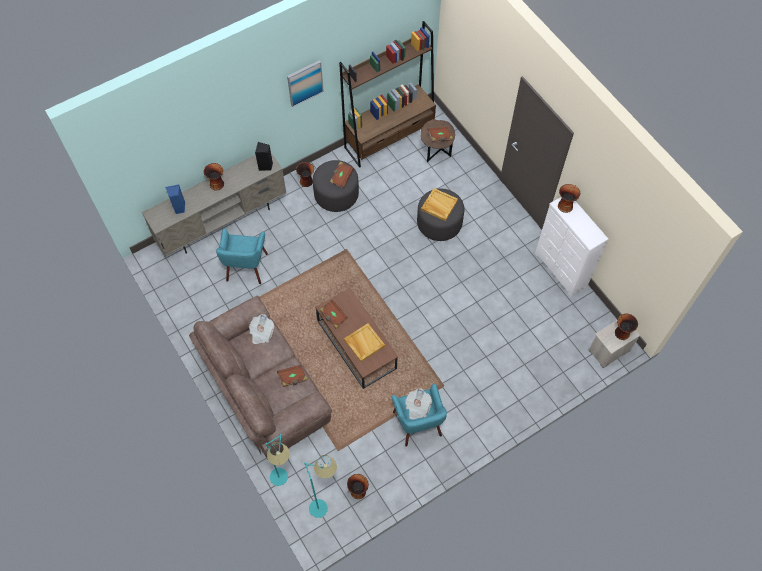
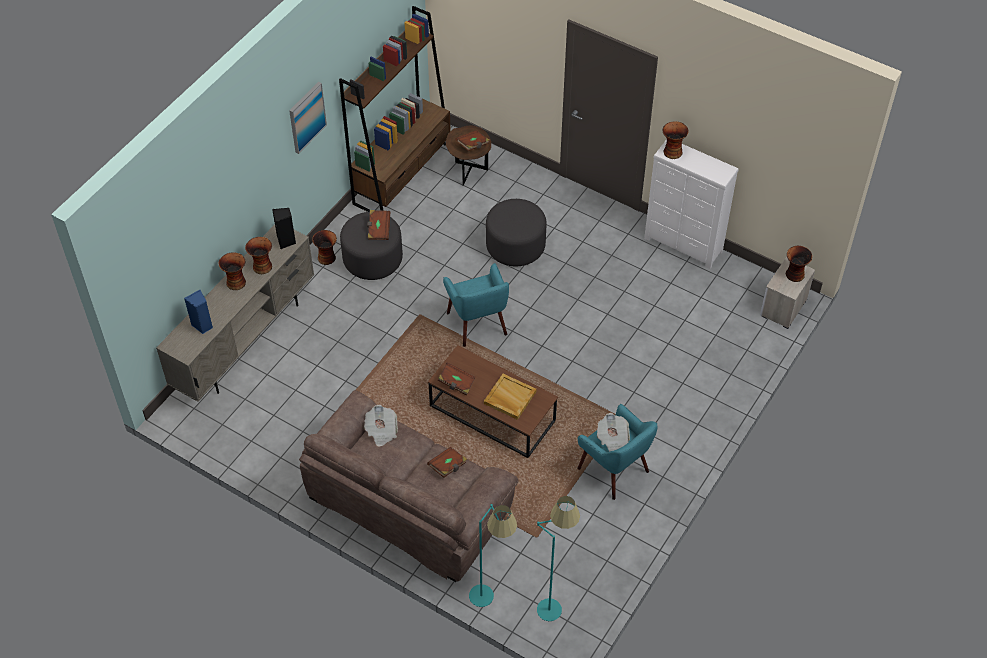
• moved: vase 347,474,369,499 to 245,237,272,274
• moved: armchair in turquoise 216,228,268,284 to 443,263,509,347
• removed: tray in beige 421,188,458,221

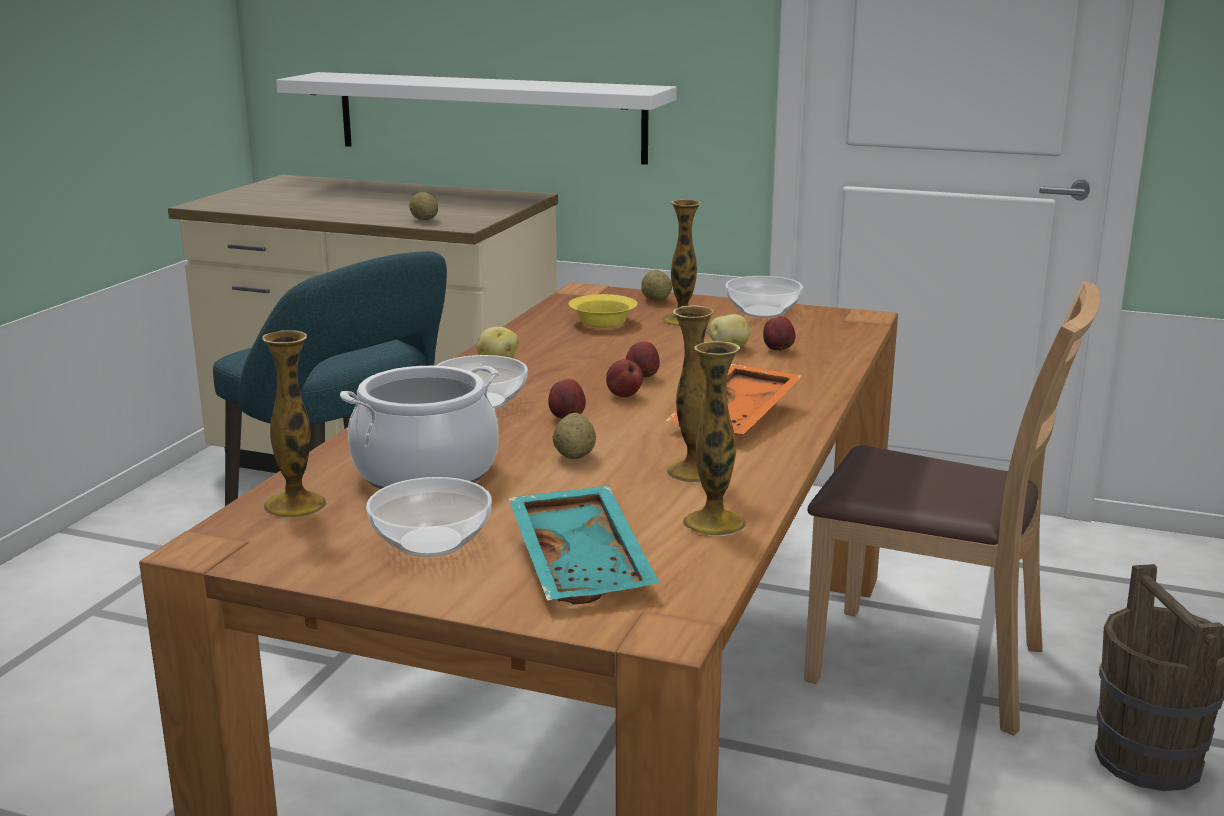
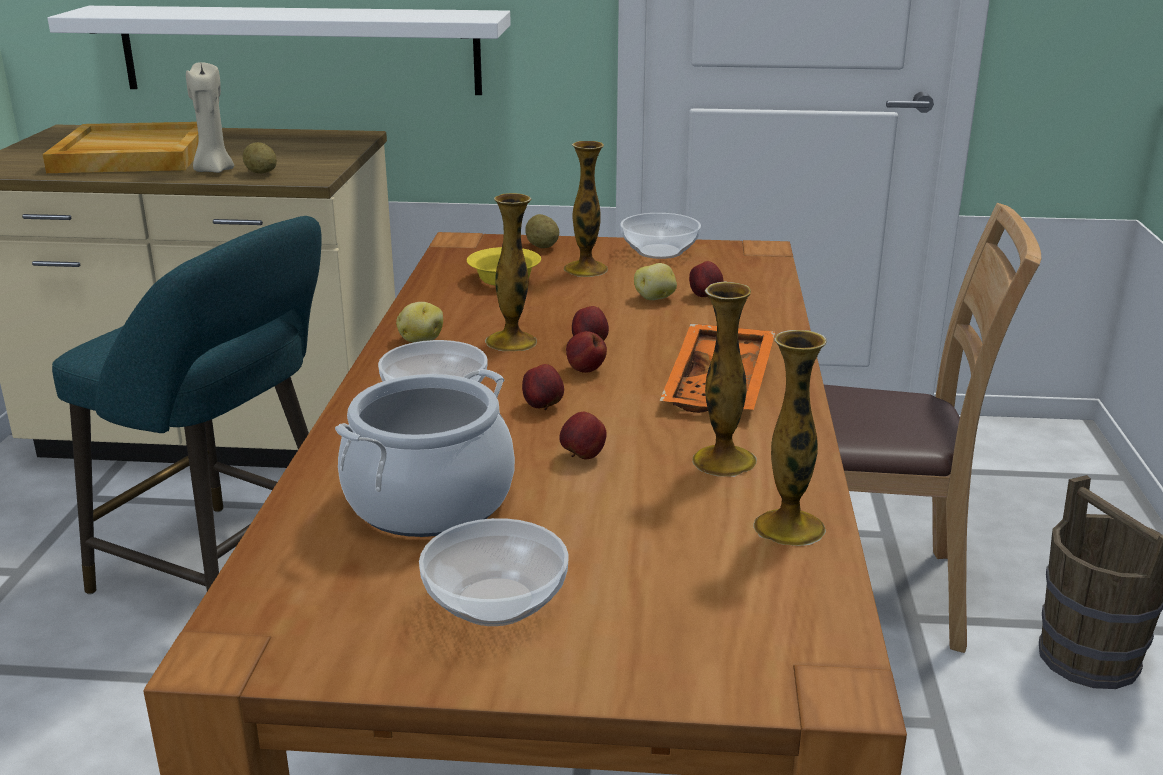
• added: tray in beige 42,122,199,173
• added: candle in beige 186,62,234,173
• moved: vase 262,330,327,518 to 485,193,537,351
• replaced: potato 553,413,596,459 to apple 559,412,606,459
• removed: tray in turquoise 509,486,660,605

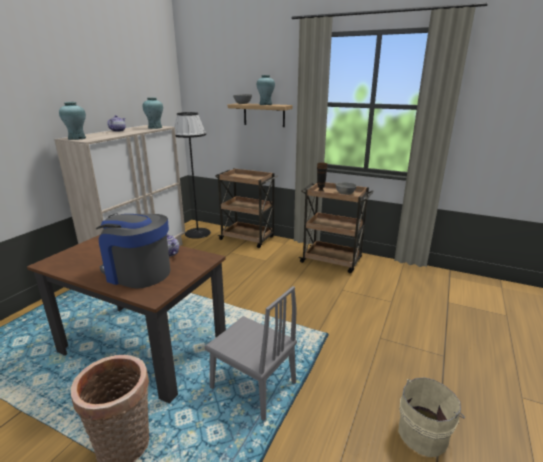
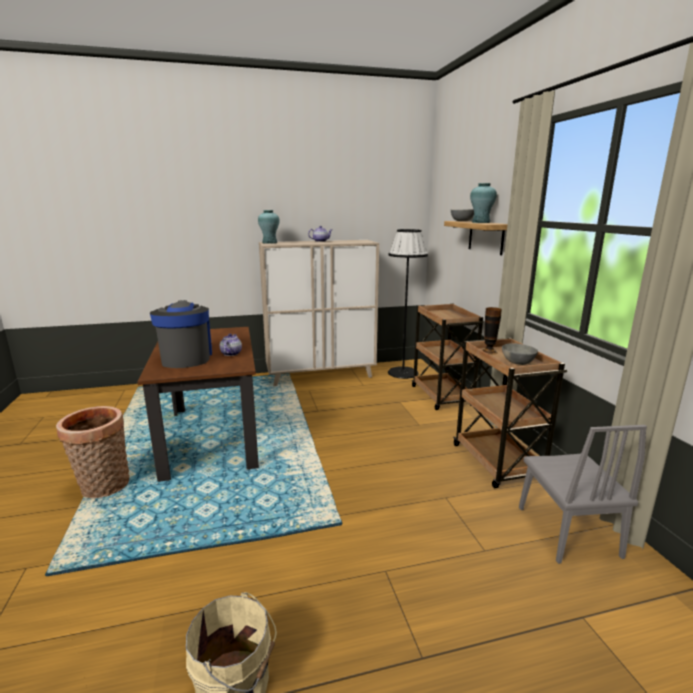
• moved: chair in grey 204,286,297,421 to 519,425,647,564
• removed: vase in turquoise 142,97,163,129

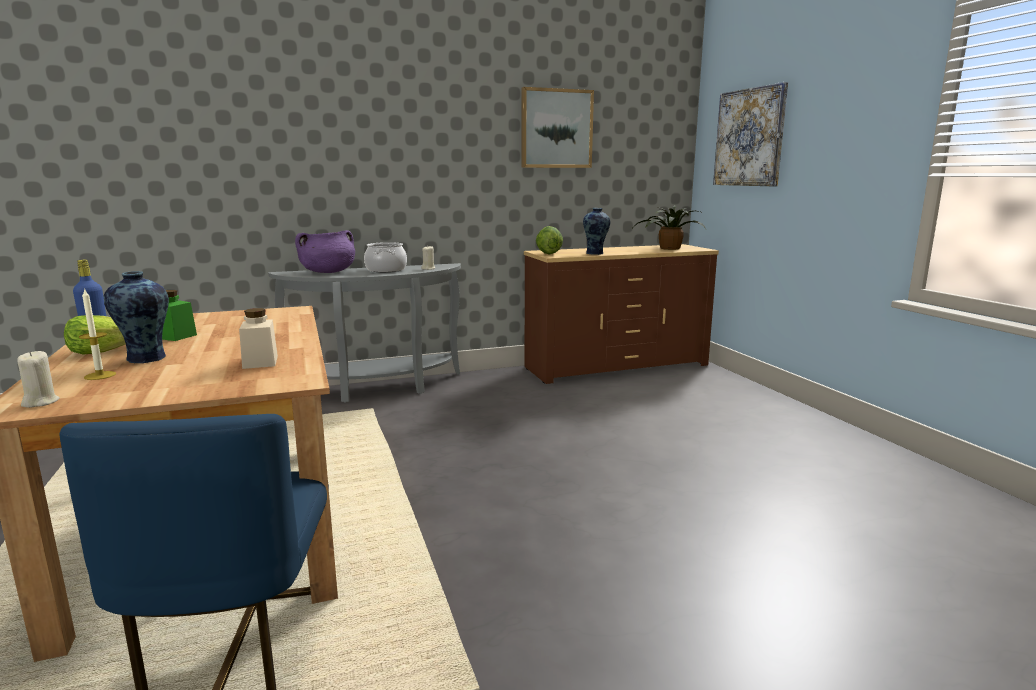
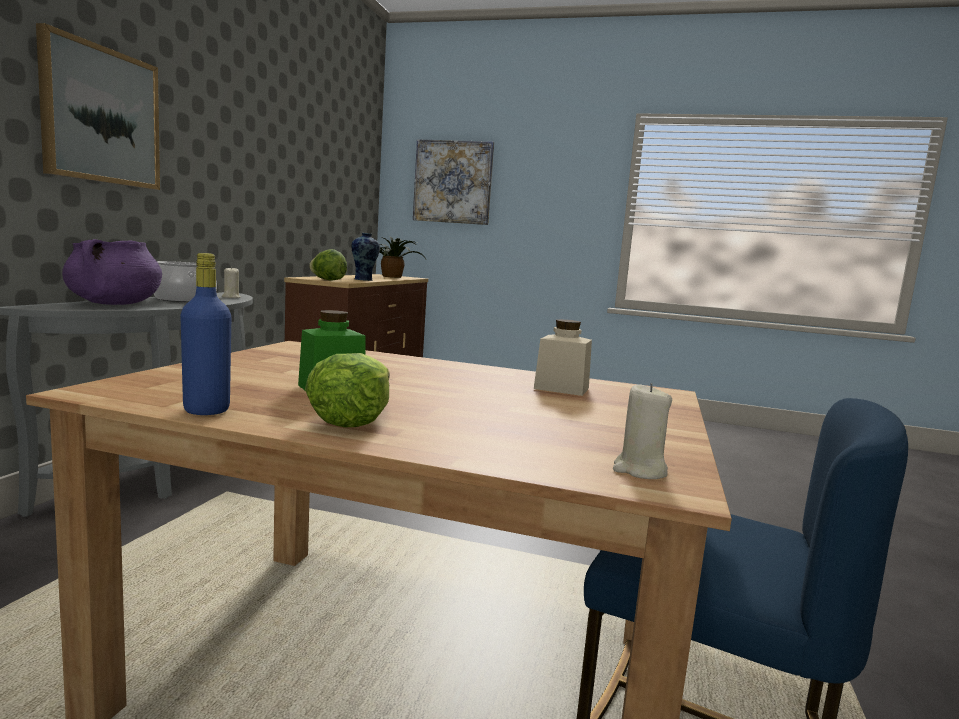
• moved: picture 521,87,594,168 to 36,23,160,190
• removed: candle 79,288,116,380
• removed: vase 104,271,169,364

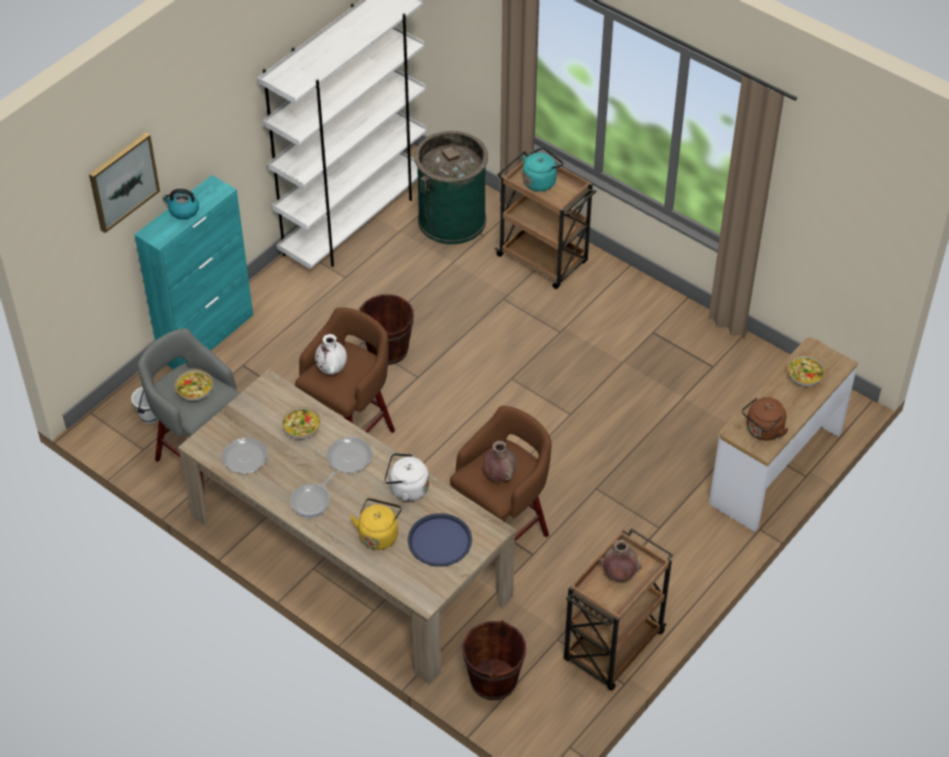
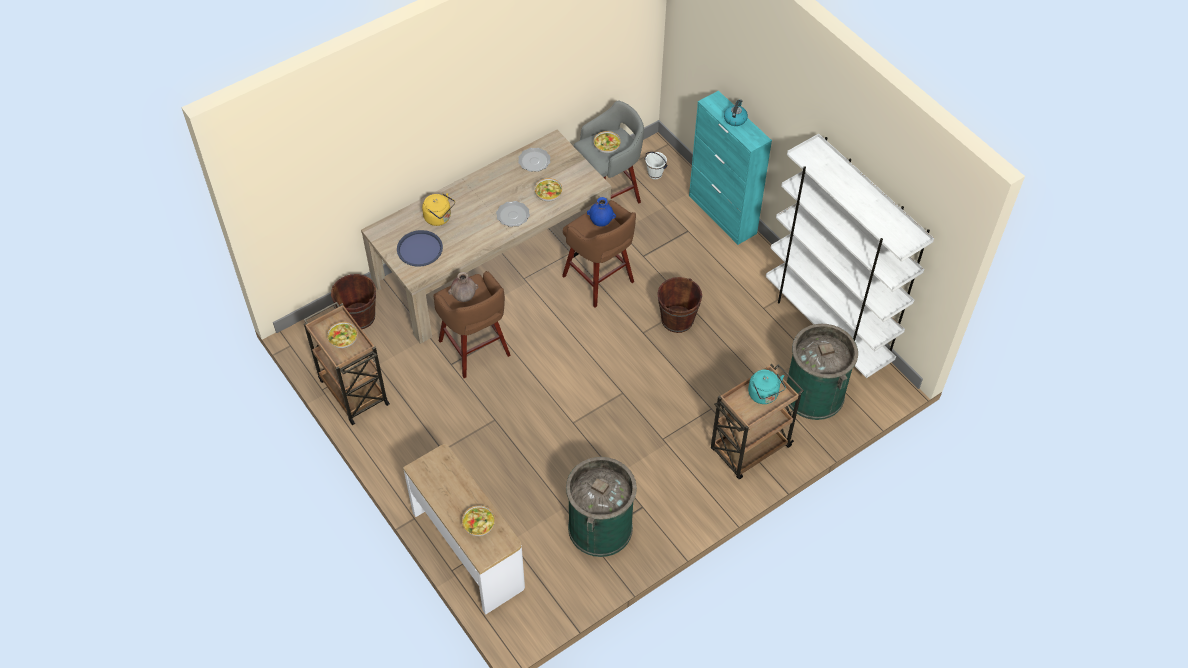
• replaced: vase in brown 599,540,642,582 to bowl 327,322,358,348
• added: trash can in green 566,457,637,557
• recoloured: vase in white 315,334,347,374 to vase in blue 587,197,616,227
• removed: picture 89,133,160,233
• removed: frying pan 290,472,335,517
• removed: kettle in white 384,453,429,501
• removed: kettle in brown 742,397,789,440

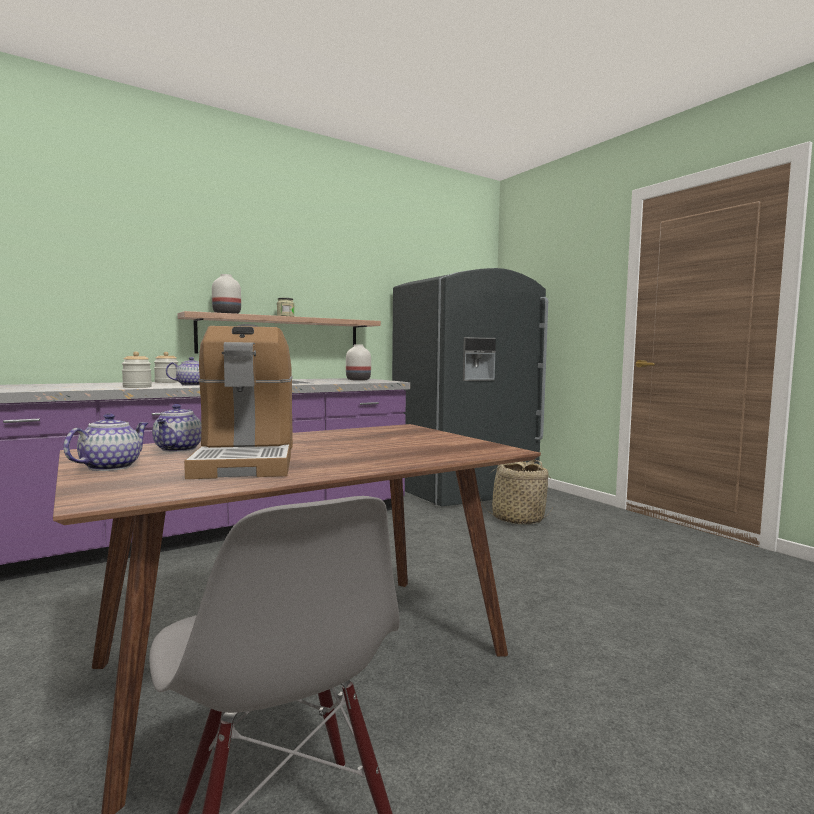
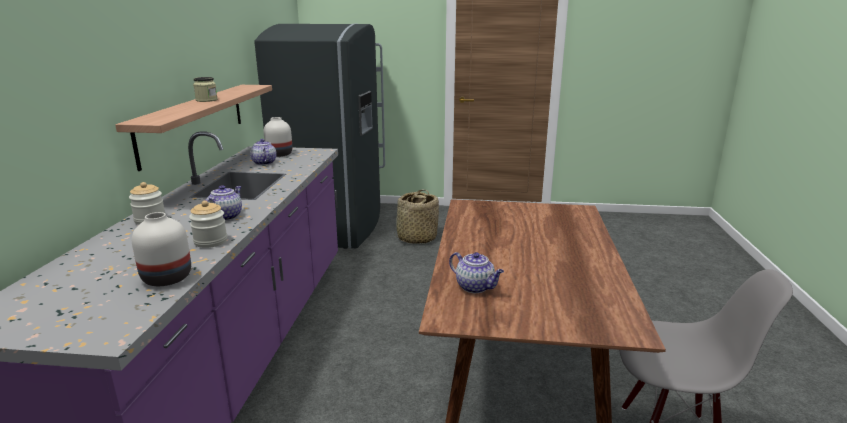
• moved: vase in white 212,274,241,314 to 132,212,191,286
• moved: teapot 63,413,148,471 to 250,139,277,165
• removed: coffee machine 184,324,293,479

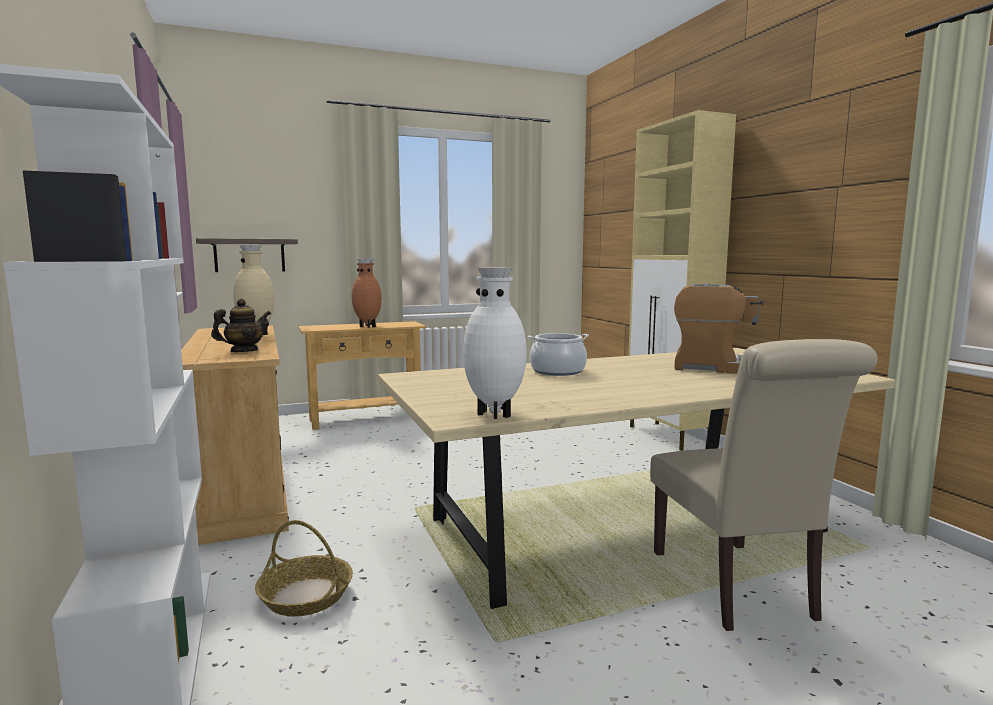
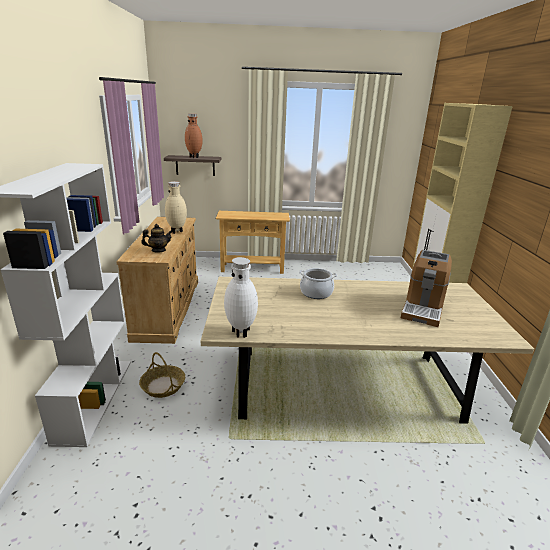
• moved: vase in brown 352,259,382,328 to 185,113,203,158
• turned: coffee machine 674,283,764,374 = 401,250,452,327 75 degrees clockwise
• removed: chair in beige 650,339,877,631

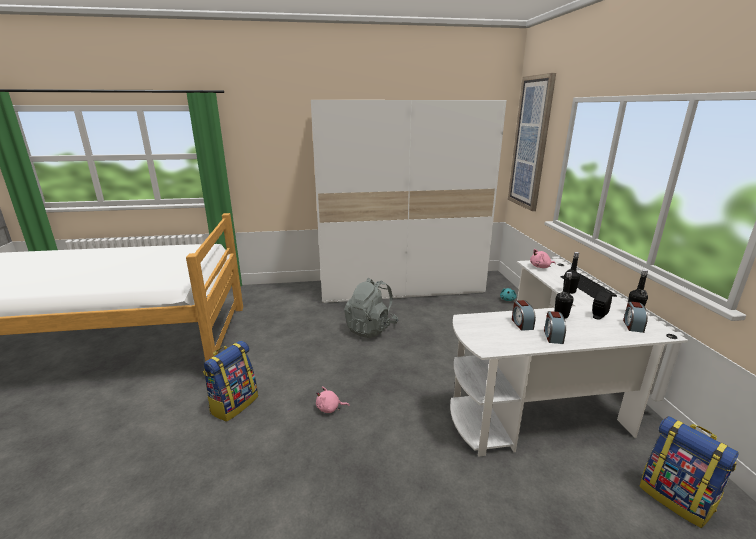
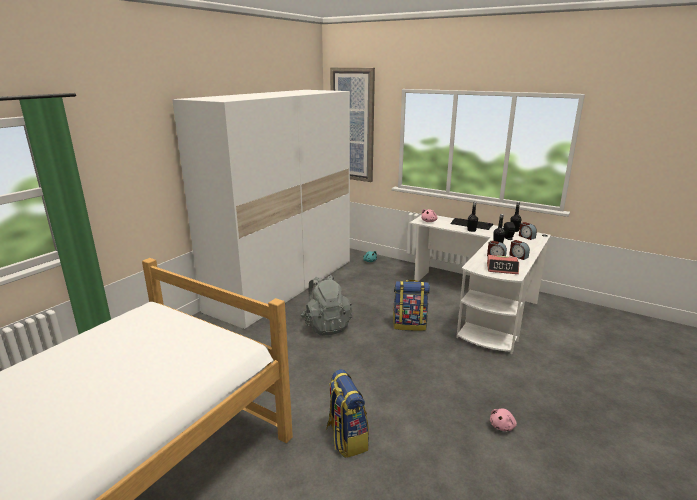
• moved: backpack 639,416,739,528 to 393,280,430,331
• added: alarm clock 487,255,519,274
• moved: plush toy in pink 316,386,350,413 to 490,409,517,431

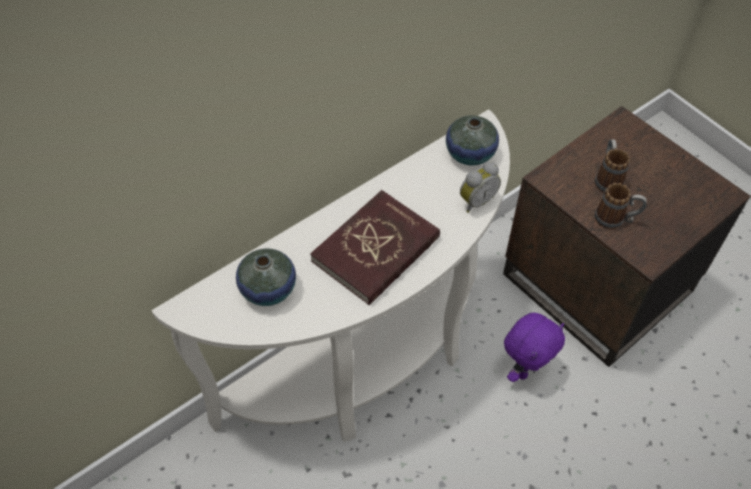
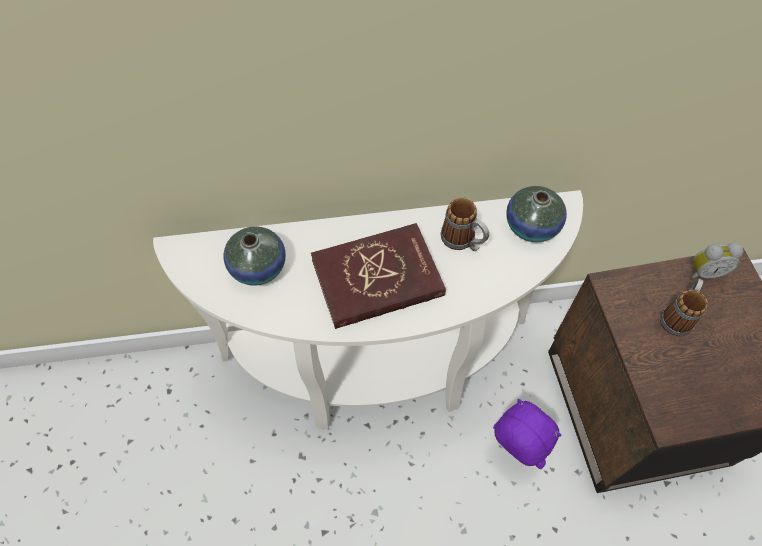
• moved: mug 595,183,647,229 to 441,197,489,251
• turned: plush toy in purple 504,313,565,382 = 493,399,562,469 120 degrees counterclockwise
• moved: alarm clock 460,162,501,213 to 691,243,743,279

